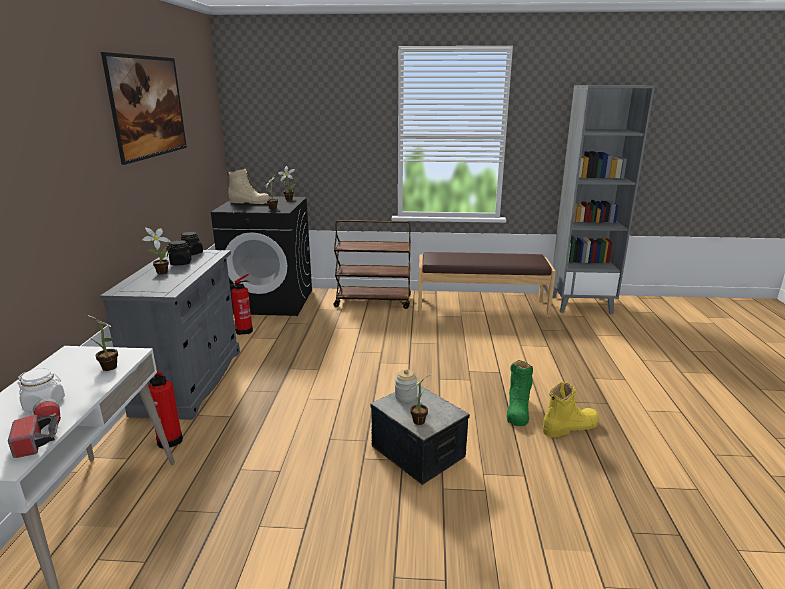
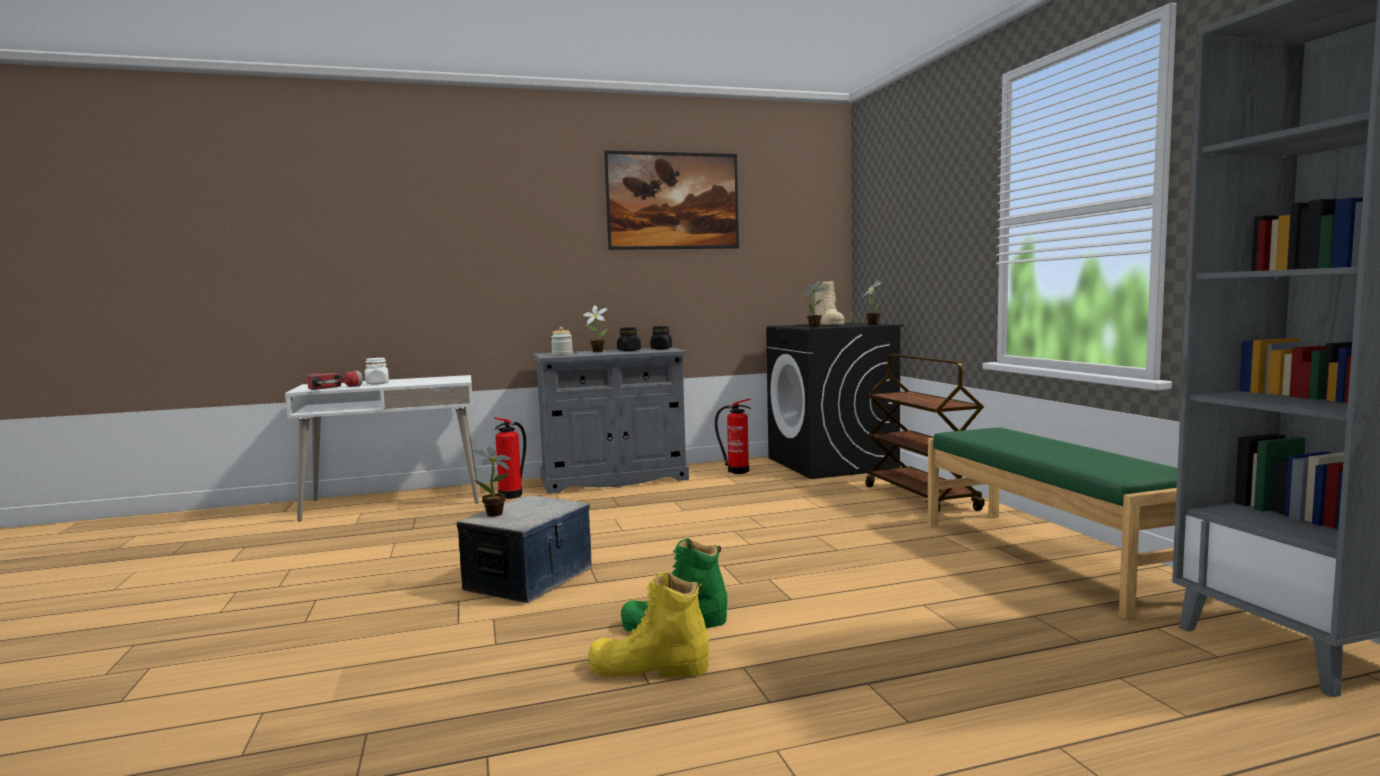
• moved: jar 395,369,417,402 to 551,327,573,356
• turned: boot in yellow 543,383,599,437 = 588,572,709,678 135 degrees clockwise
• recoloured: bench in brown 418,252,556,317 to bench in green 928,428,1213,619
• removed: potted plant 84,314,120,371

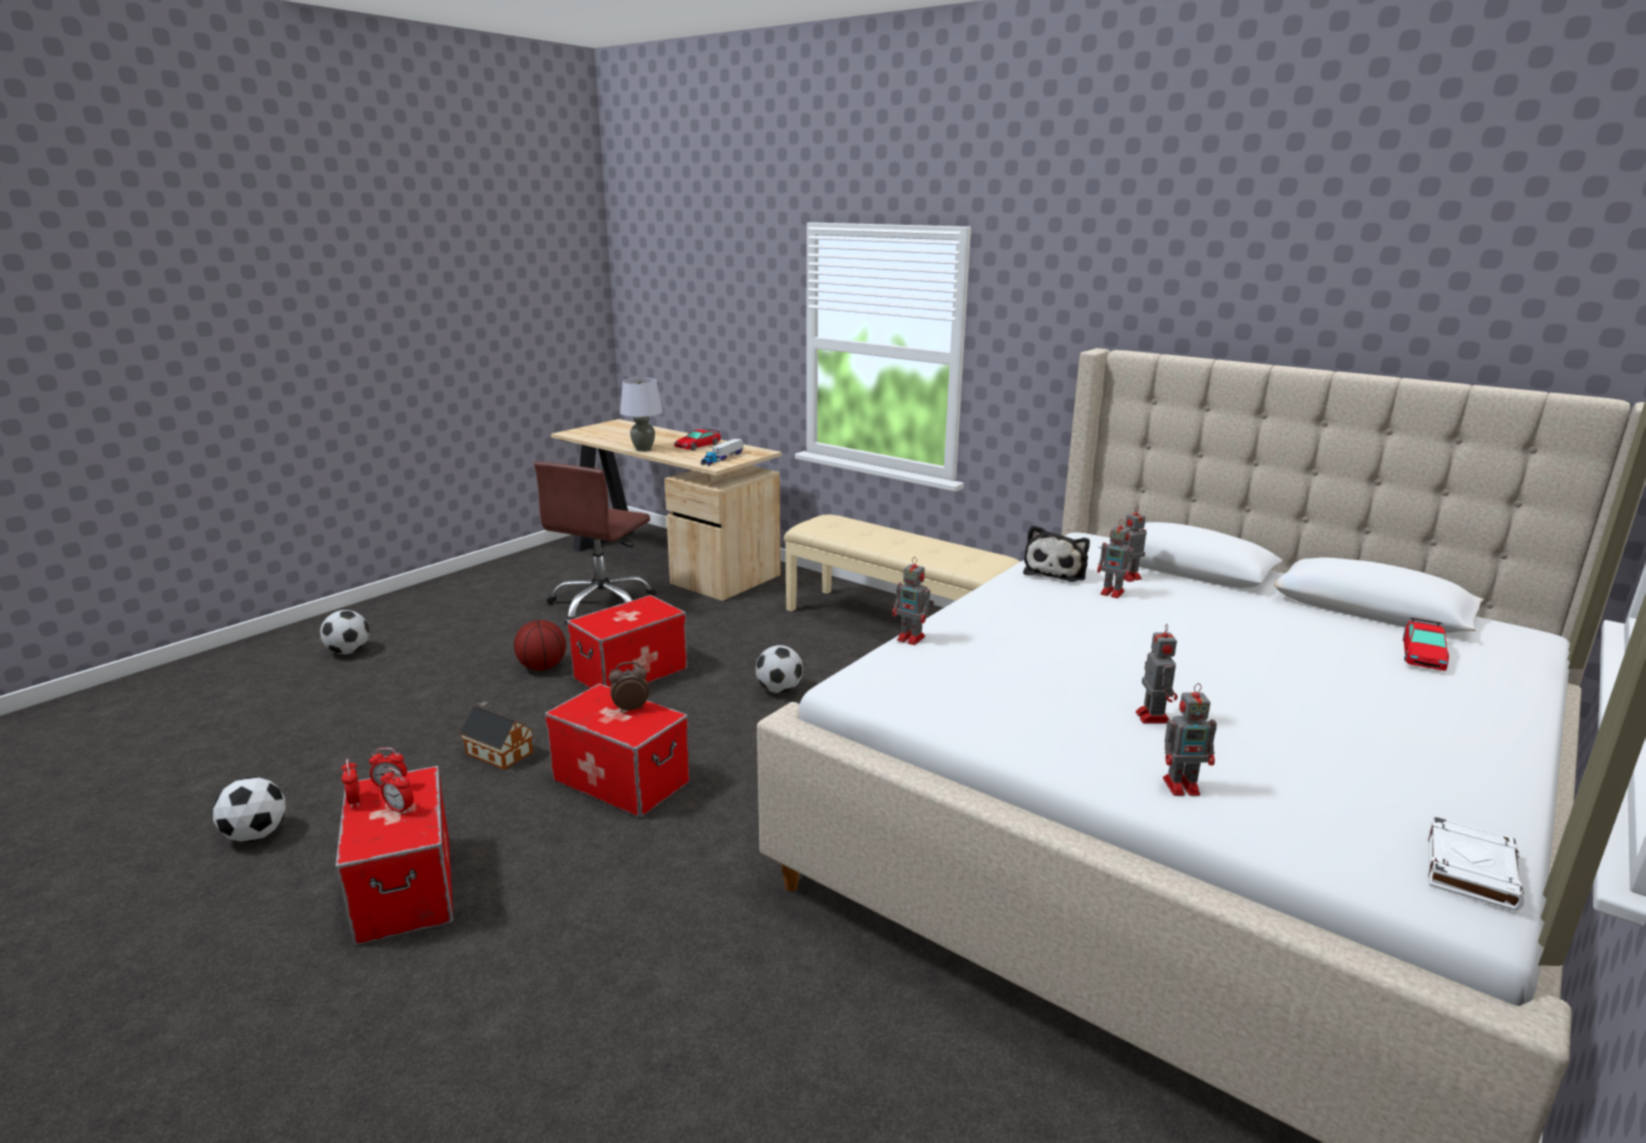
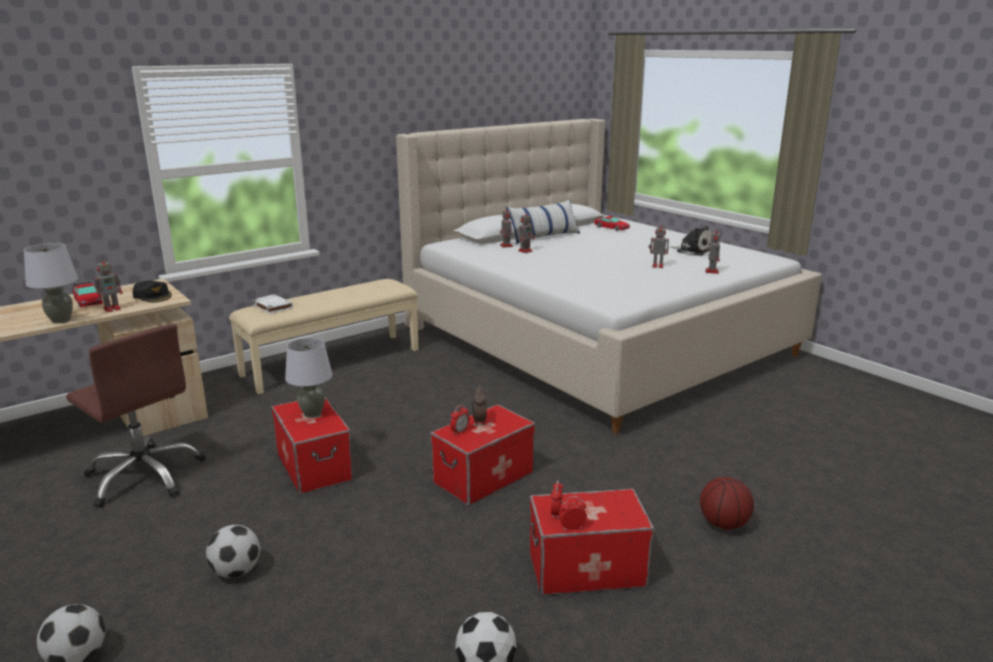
• moved: toy robot 892,557,934,645 to 94,257,123,312
• replaced: toy truck 701,438,743,466 to cap in black 132,280,172,302
• moved: football 756,645,803,693 to 206,525,260,578
• moved: book in white 1428,816,1524,911 to 253,294,293,314
• added: table lamp in grey 285,338,332,418
• moved: alarm clock 380,768,414,814 to 450,405,470,436
• added: pillow 507,199,580,244
• moved: plush toy 1023,525,1090,582 to 669,226,712,256
• moved: basketball 514,620,566,671 to 700,477,754,530
• removed: toy house 459,701,534,770

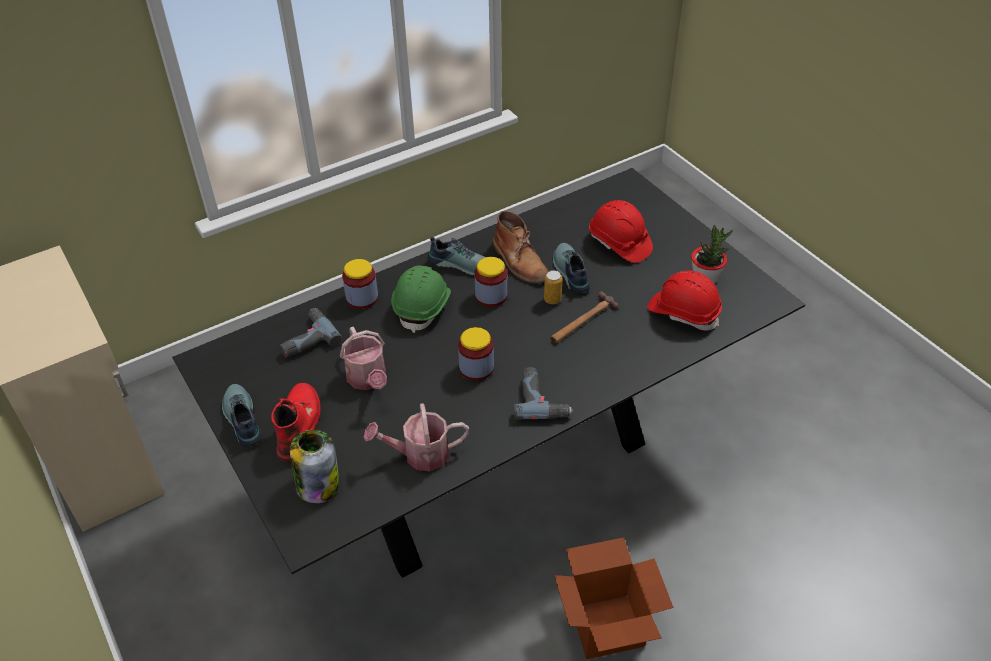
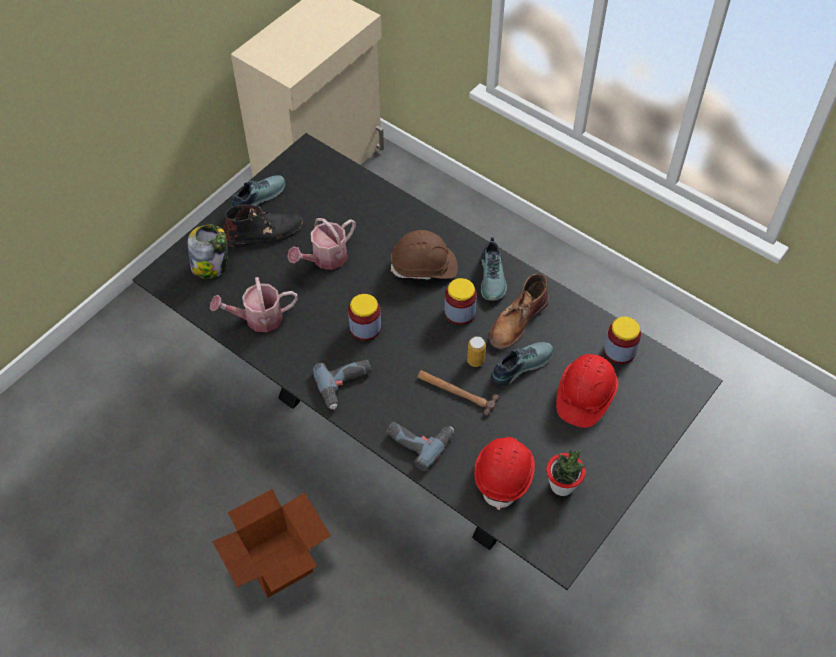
• turned: watering can 364,403,469,471 = 210,277,298,332 75 degrees counterclockwise
• recoloured: boot in red 271,383,321,463 to boot in black 224,204,303,247
• moved: power drill 280,308,342,357 to 386,422,454,471
• recoloured: hard hat in green 392,266,451,333 to hard hat in brown 390,230,458,280
• moved: jar 342,259,378,309 to 604,317,641,364

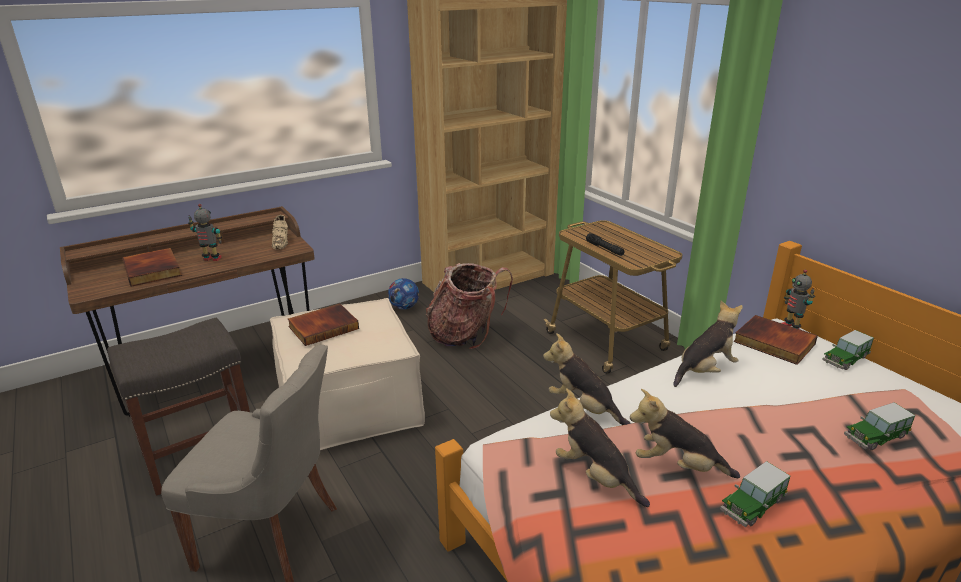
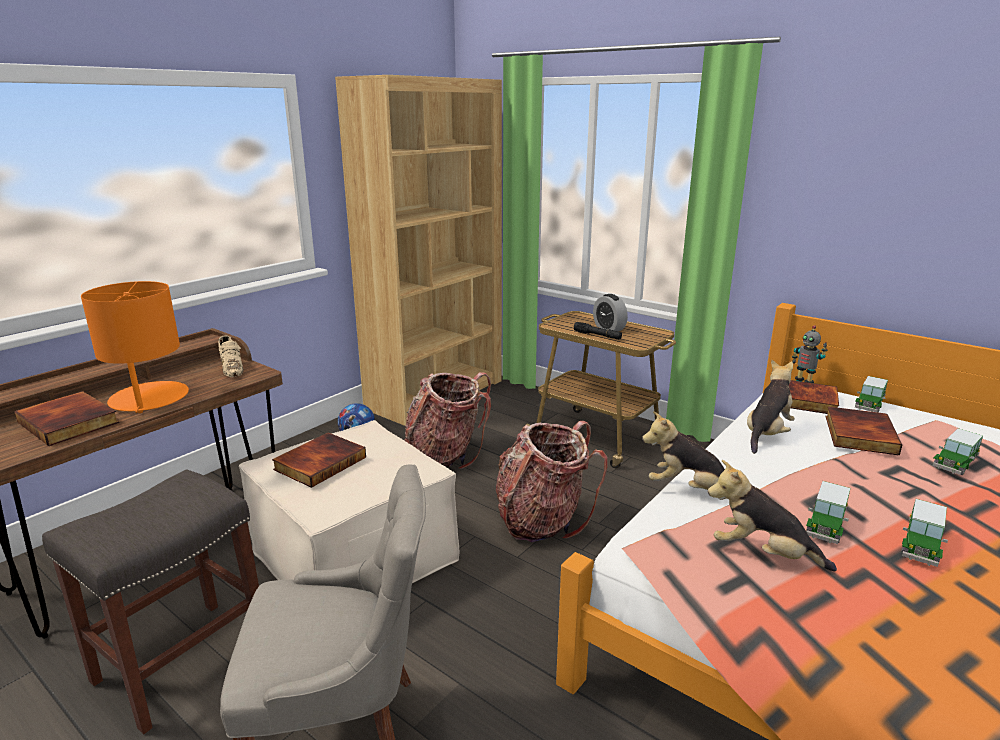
• replaced: toy robot 188,204,222,261 to table lamp in orange 81,281,189,413
• added: backpack 496,421,608,542
• added: alarm clock 593,294,628,331
• replaced: plush toy 630,389,740,478 to toy car 806,481,850,544
• added: book 826,406,902,455

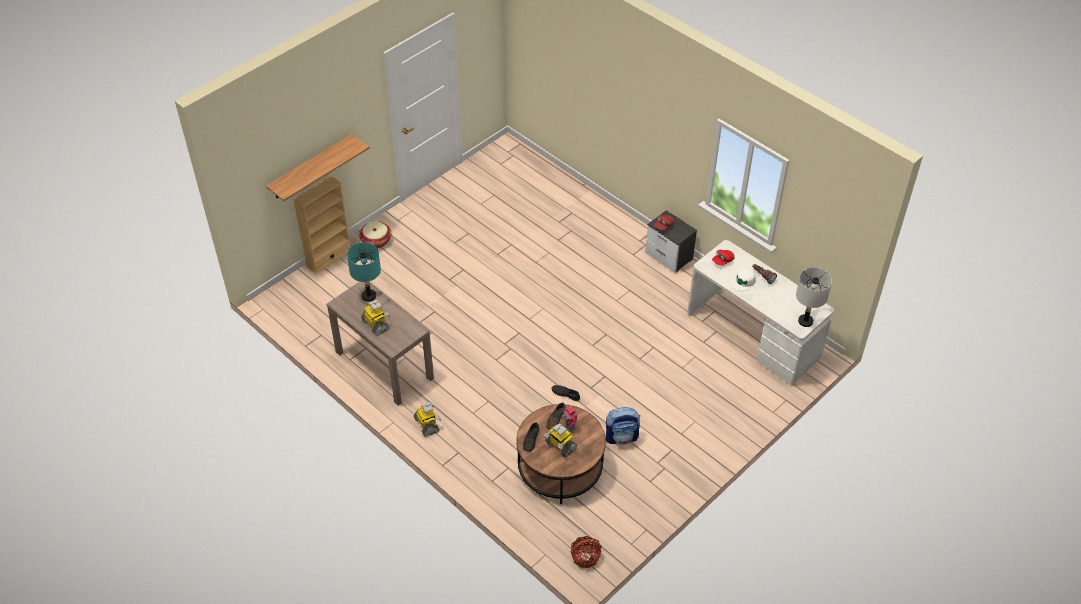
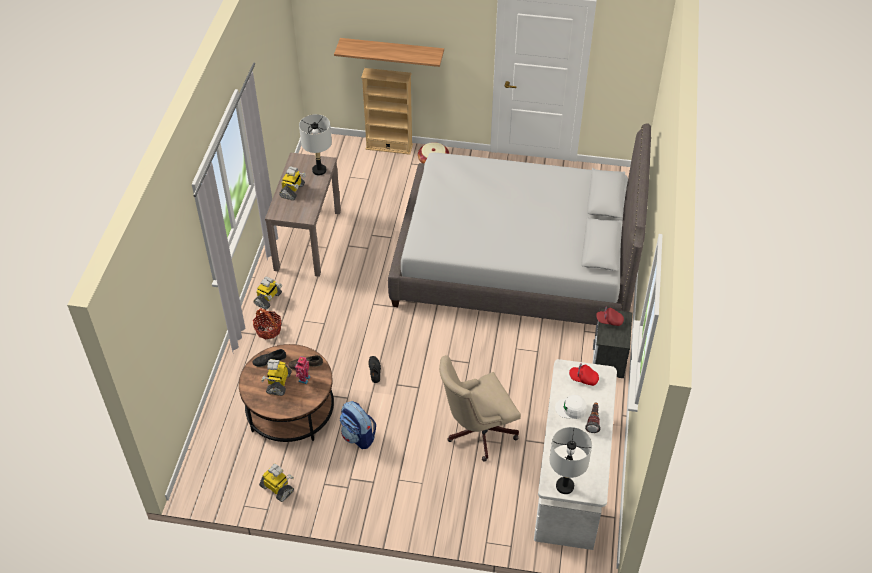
• moved: basket 570,536,602,568 to 253,308,282,339
• added: toy robot 259,463,294,502
• recoloured: table lamp in turquoise 347,242,381,302 to table lamp in grey 299,114,332,175
• added: bed in grey 388,123,651,325
• added: office chair in beige 439,355,521,462

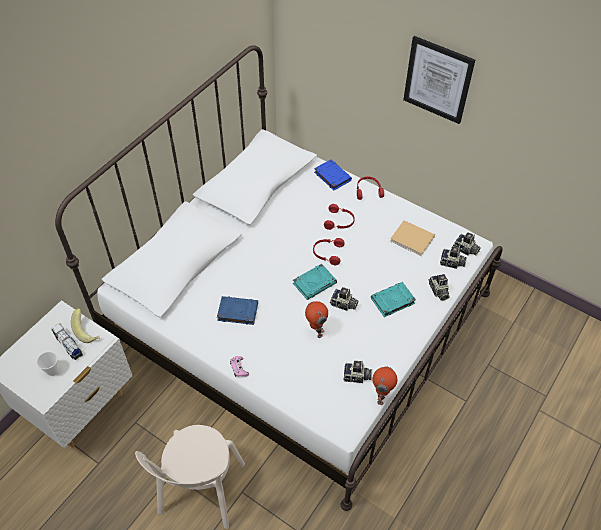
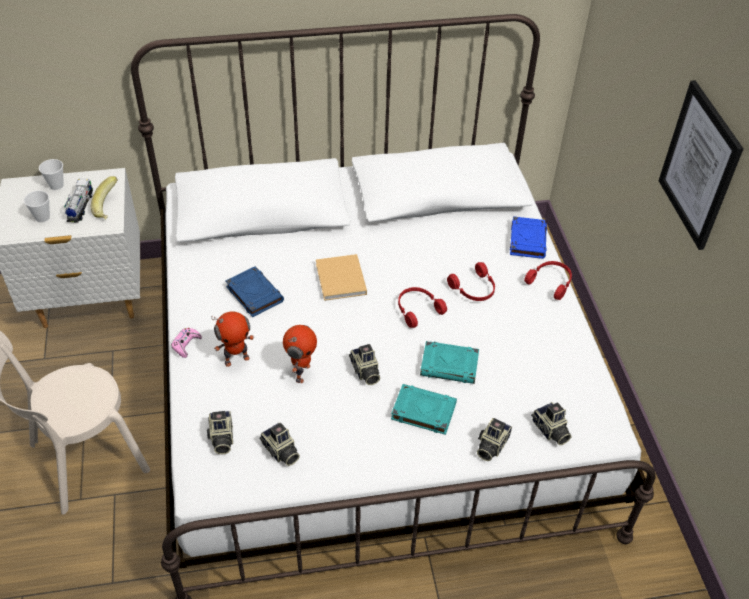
• added: cup 39,159,64,190
• moved: photo camera 453,232,481,256 to 207,411,233,454
• moved: toy robot 373,367,397,405 to 211,311,254,367
• moved: book in beige 390,220,435,256 to 316,254,367,301
• moved: book in turquoise 293,264,337,300 to 420,341,479,384

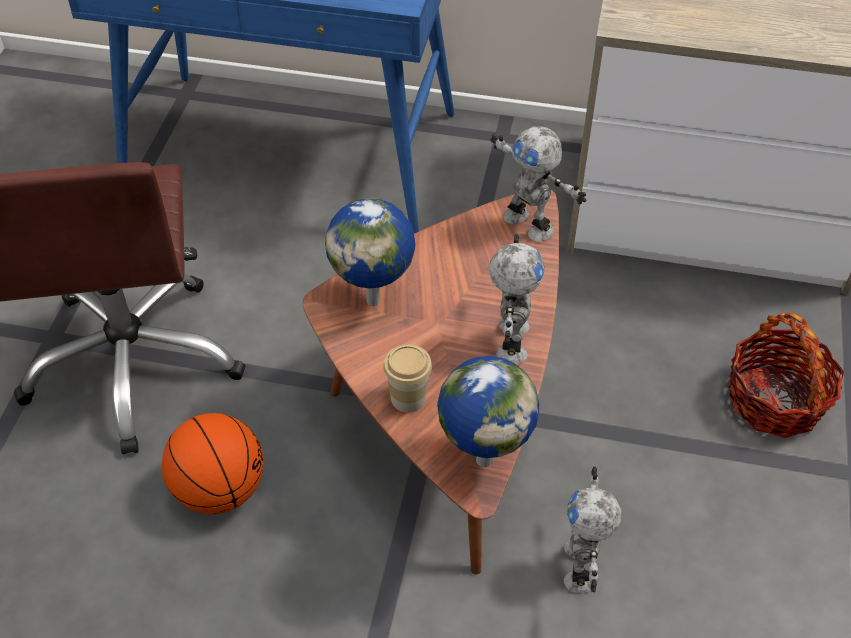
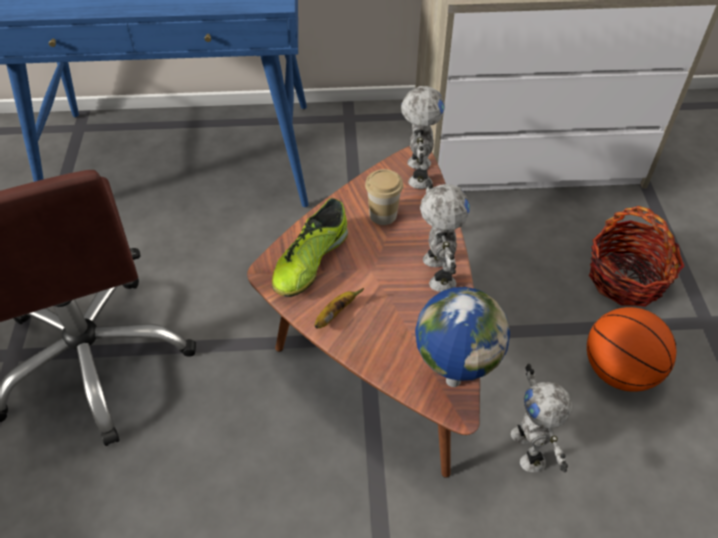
• replaced: globe 325,198,415,306 to shoe 272,198,348,297
• added: banana 314,288,364,328
• moved: cup 383,344,432,412 to 365,169,403,225
• turned: toy robot 491,126,586,241 = 401,86,445,189 120 degrees counterclockwise
• moved: basketball 162,413,264,514 to 587,307,676,392

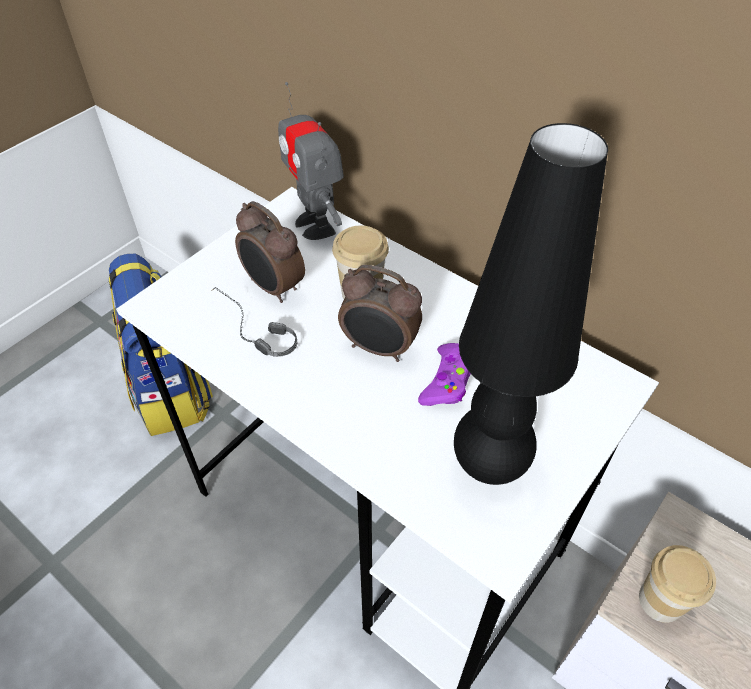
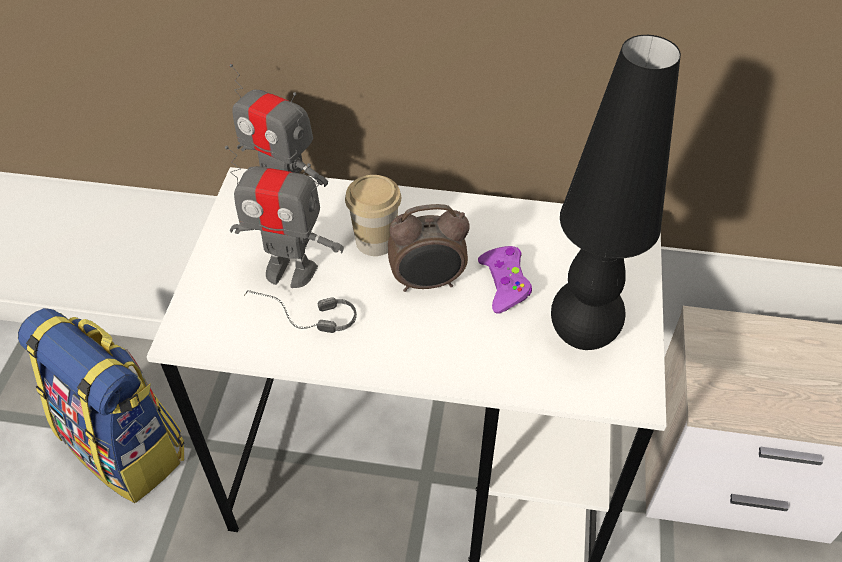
• replaced: alarm clock 235,201,305,303 to toy robot 225,146,344,288
• removed: cup 639,545,716,623

